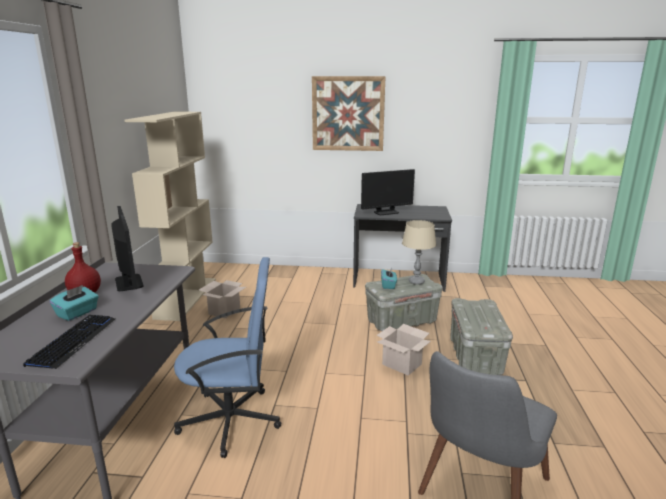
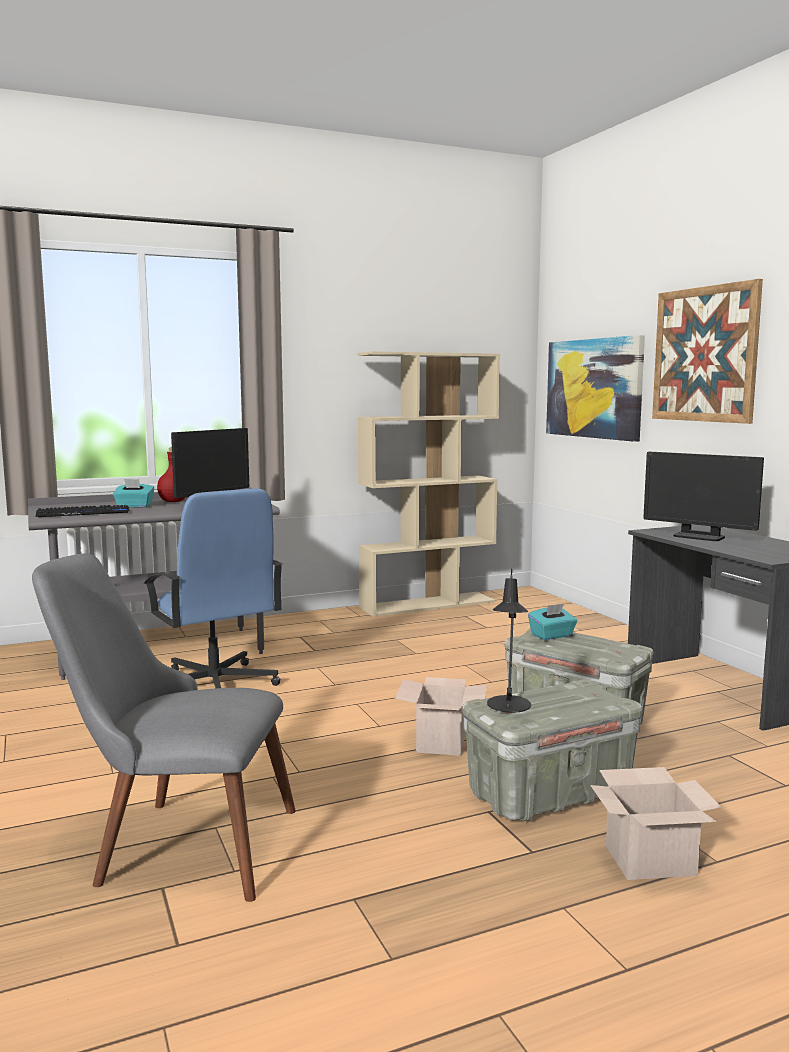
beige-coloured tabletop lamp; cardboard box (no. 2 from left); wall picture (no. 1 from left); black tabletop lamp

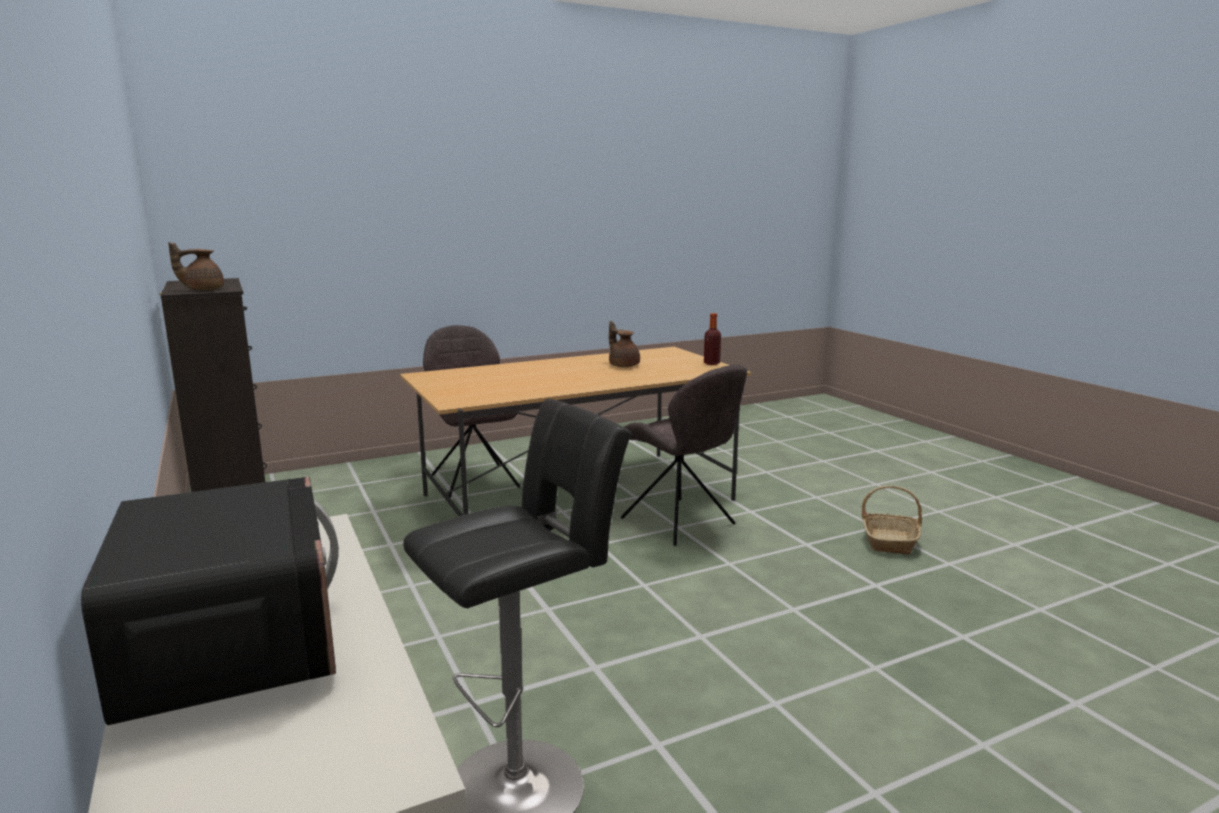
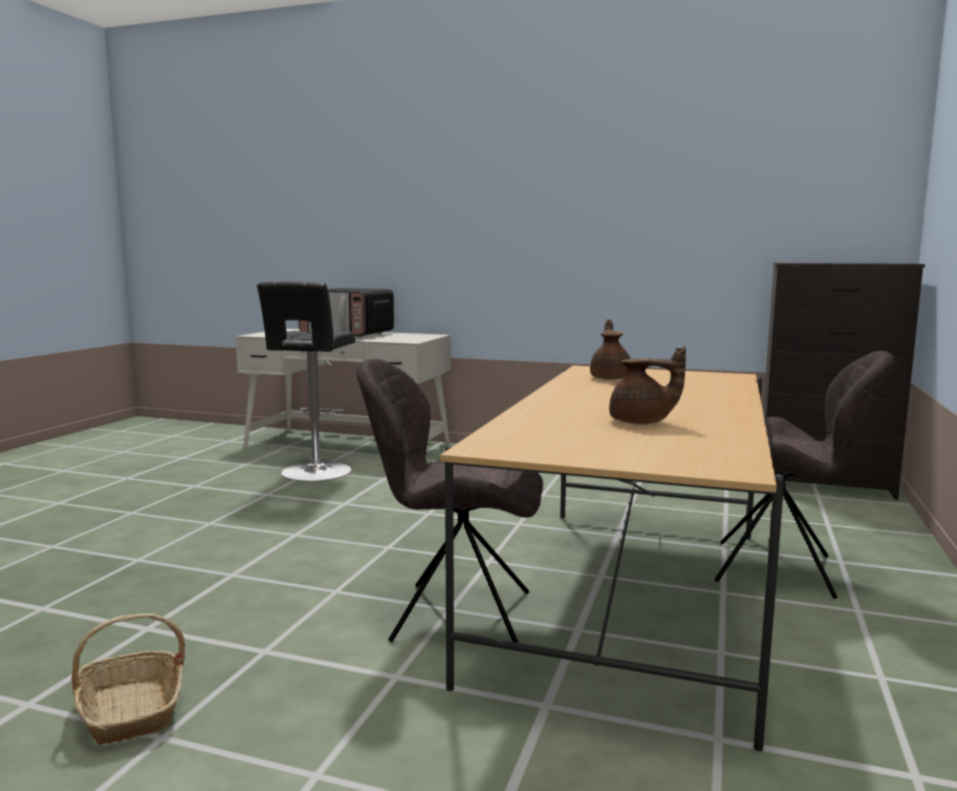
brown pot for tea (no. 1 from left); drink bottle

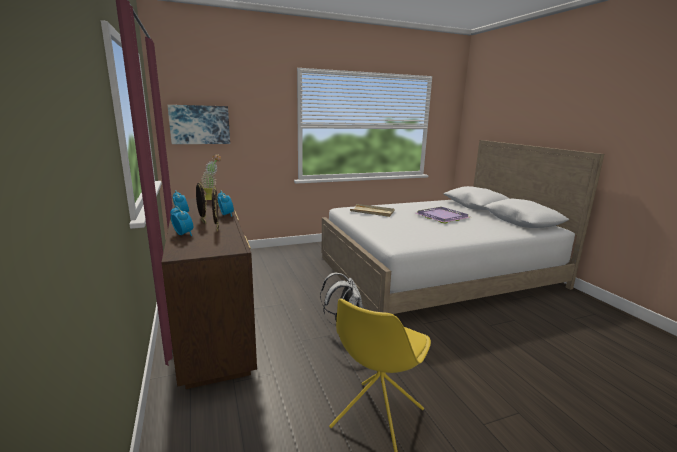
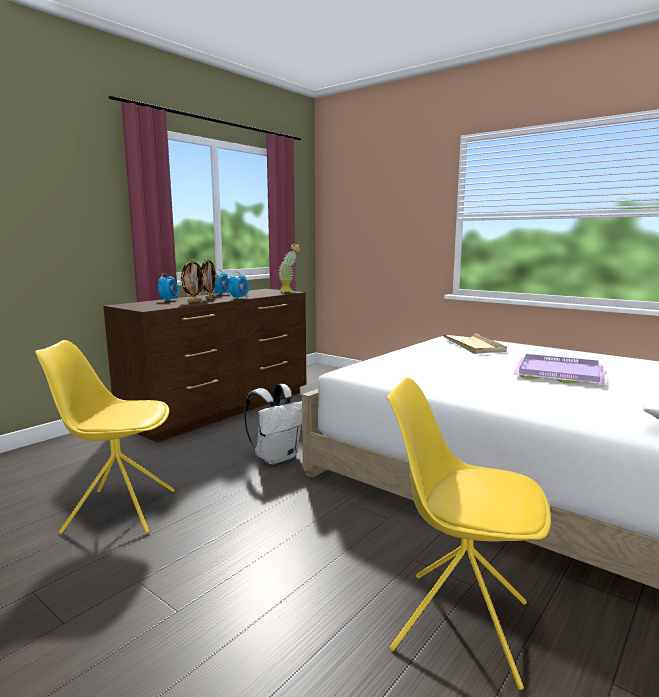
wall picture; yellow-coloured upright chair (no. 2 from left)

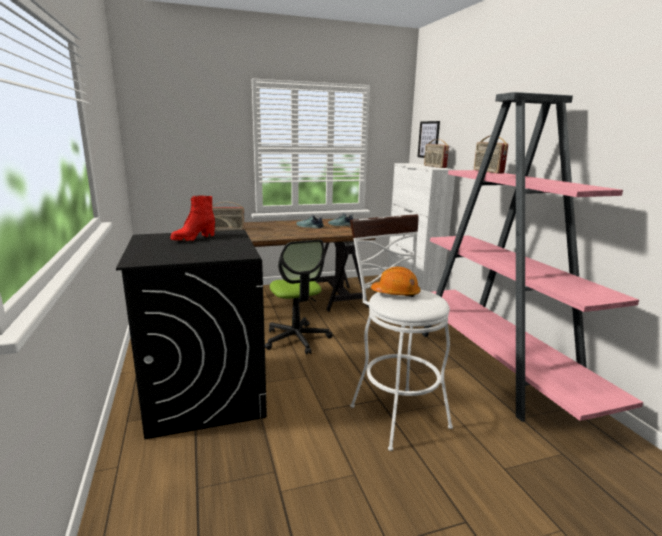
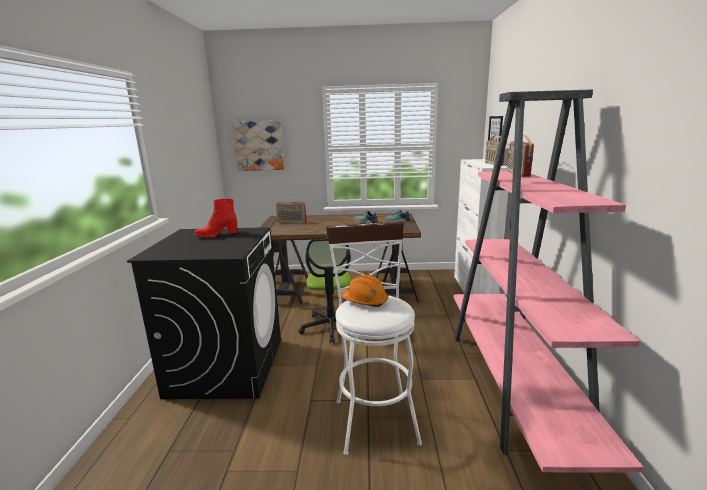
wall picture (no. 1 from left)

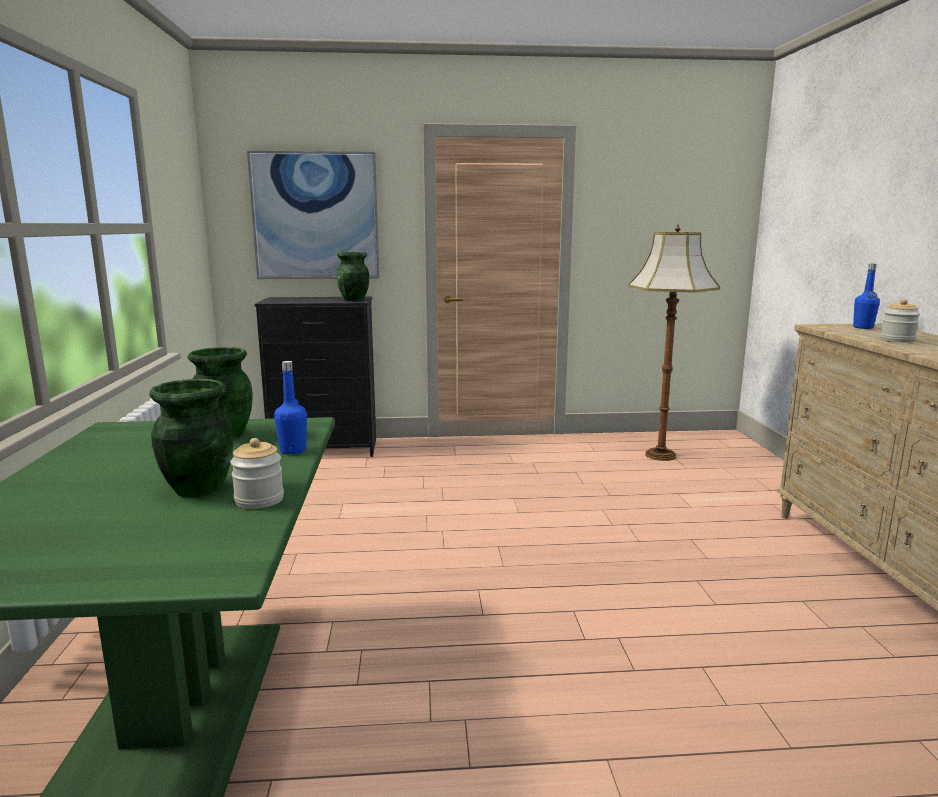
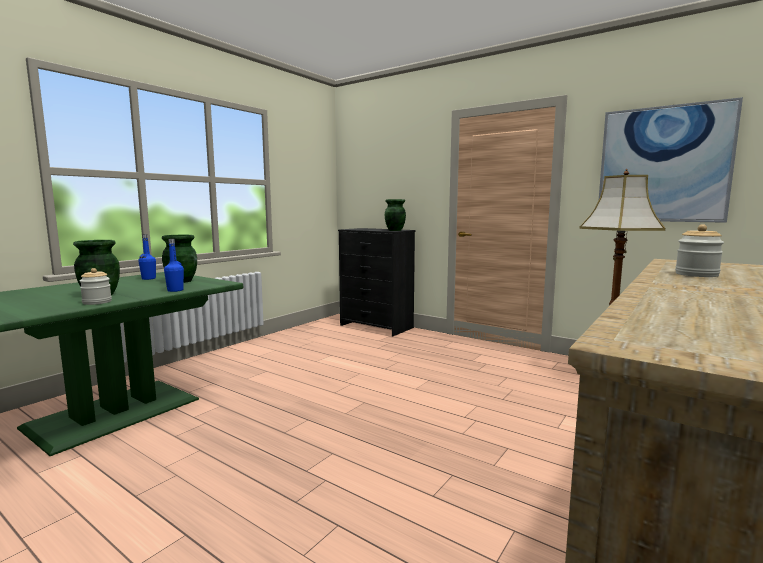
wall picture; blue drink bottle (no. 1 from left)

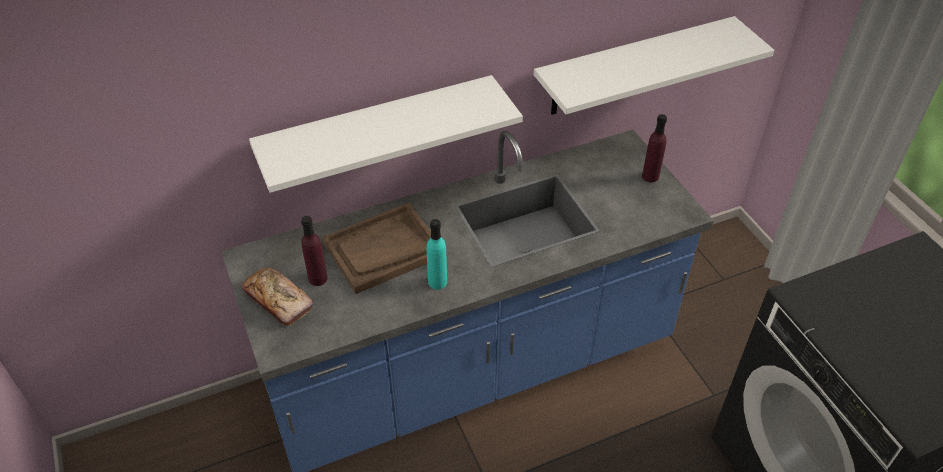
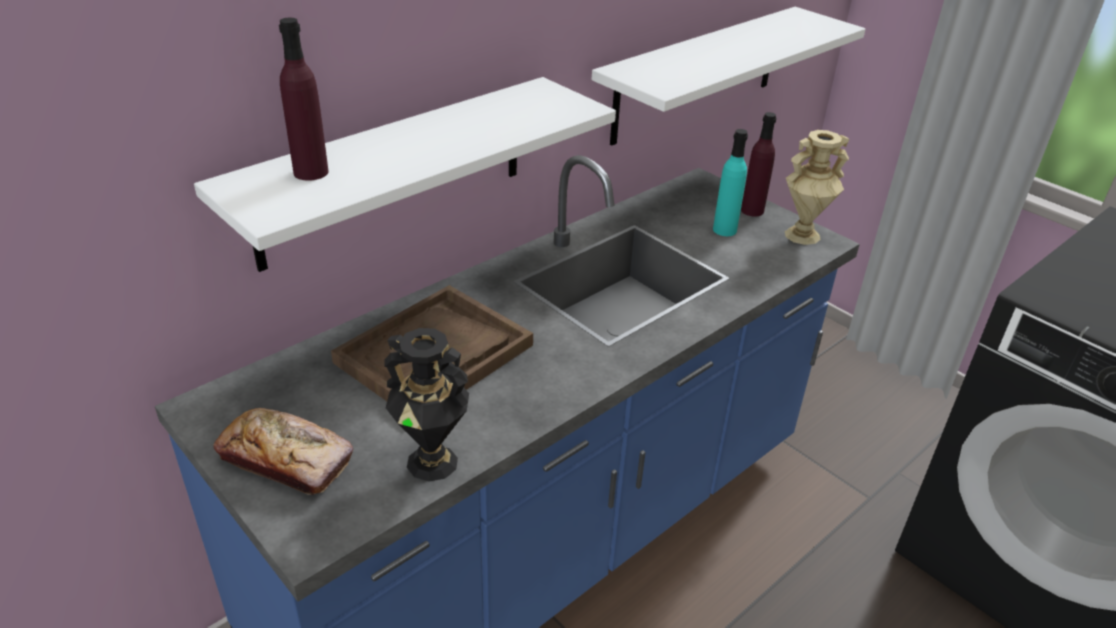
purplish drink bottle (no. 1 from left); blue-green drink bottle; beige-coloured flower vase; black flower vase

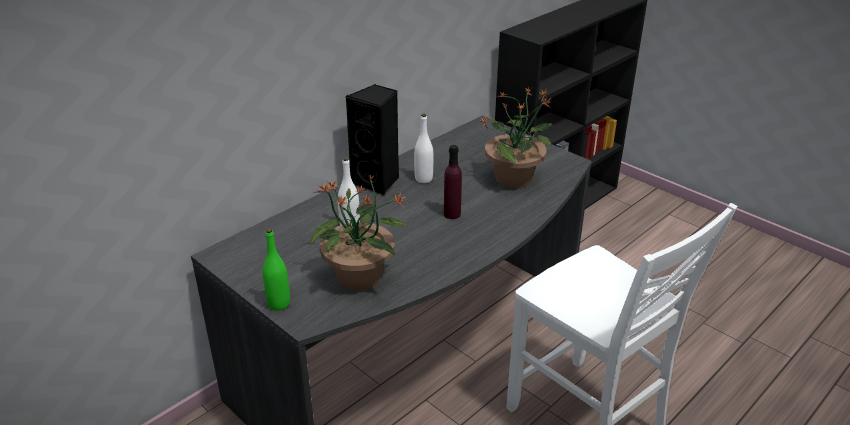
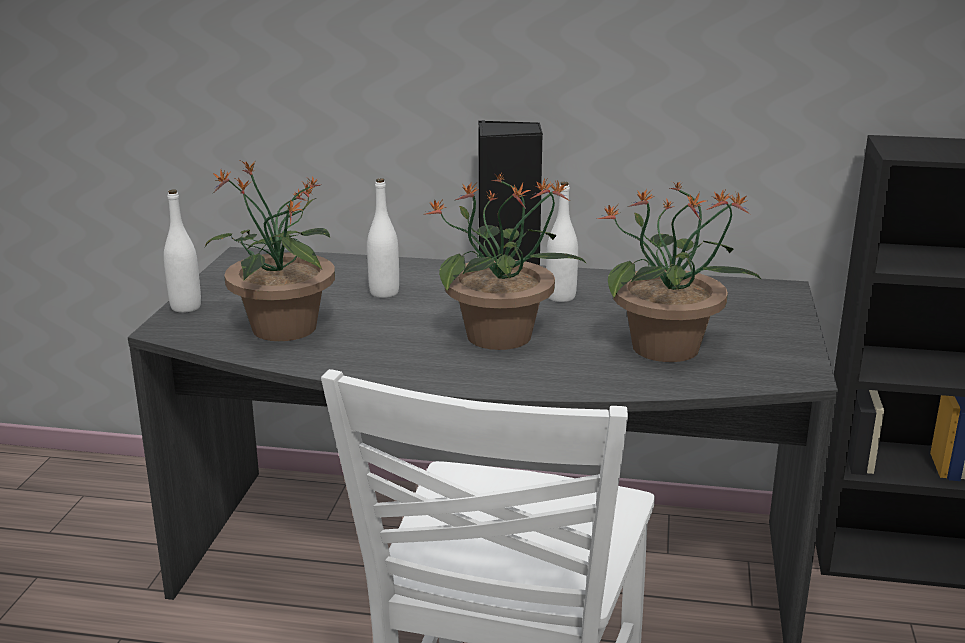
houseplant (no. 2 from left); white drink bottle (no. 1 from left)

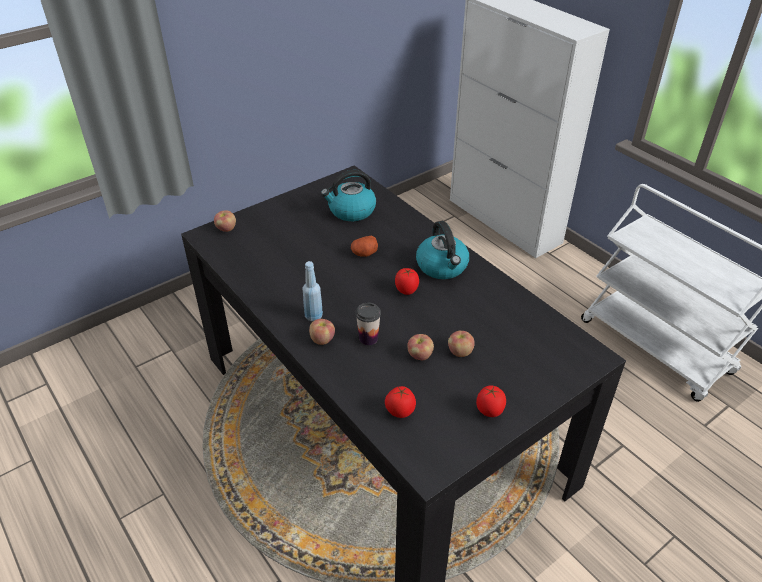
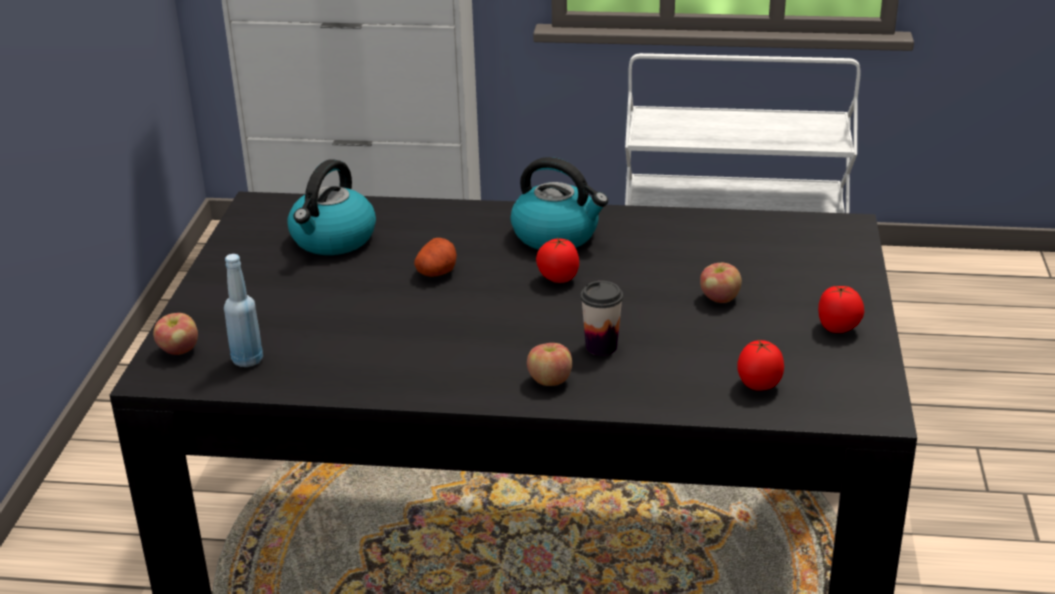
blue drink bottle; apple (no. 3 from left in the first image)

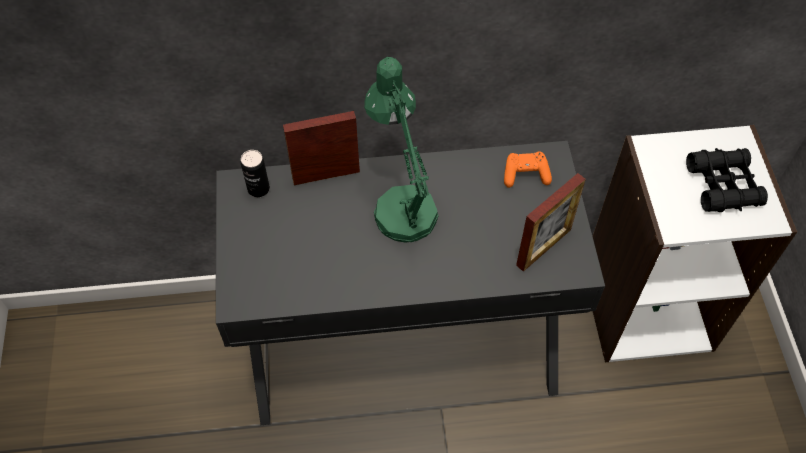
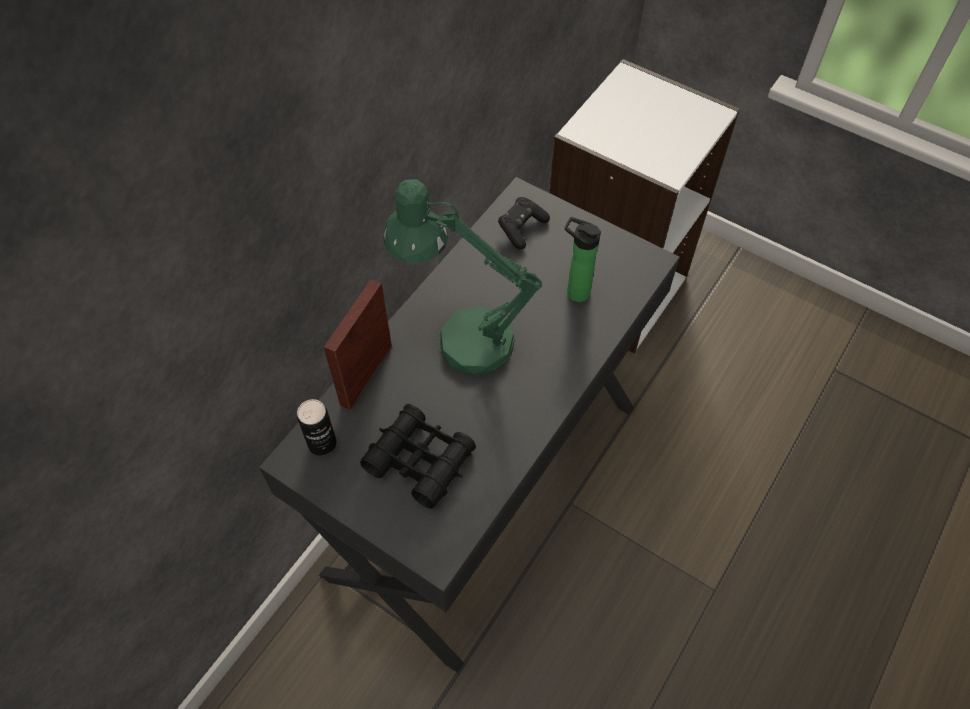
black field glasses; black joypad; standing frame (no. 2 from left in the first image); drink bottle

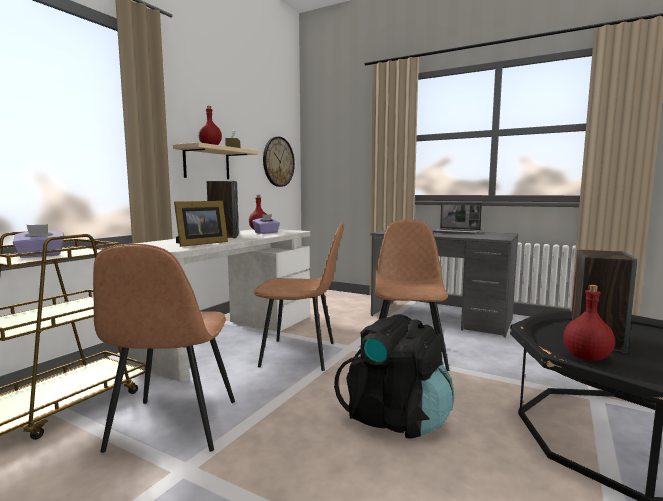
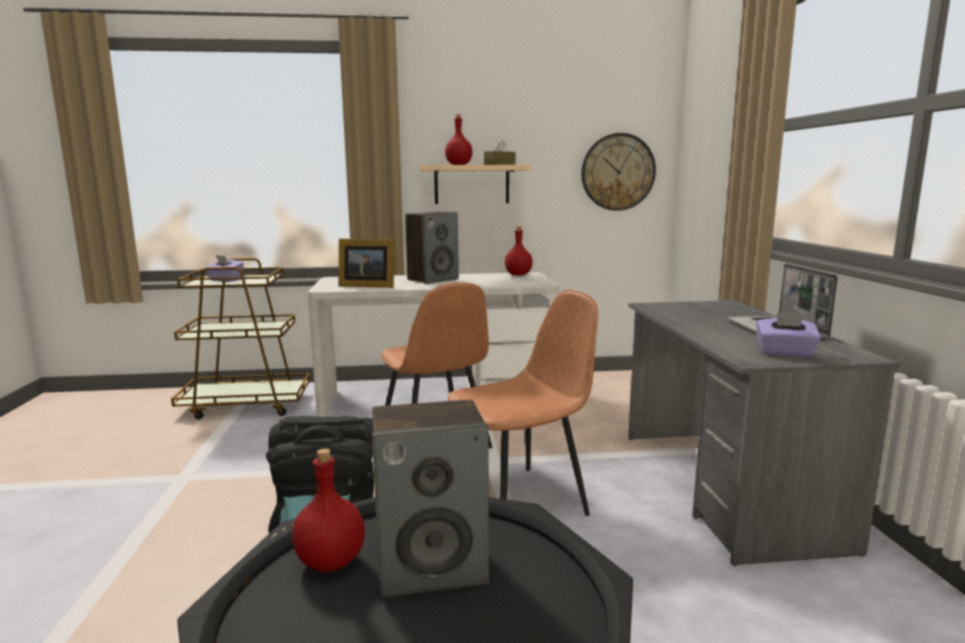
purplish box of tissues (no. 2 from left); brown upright chair (no. 1 from left in the first image)

